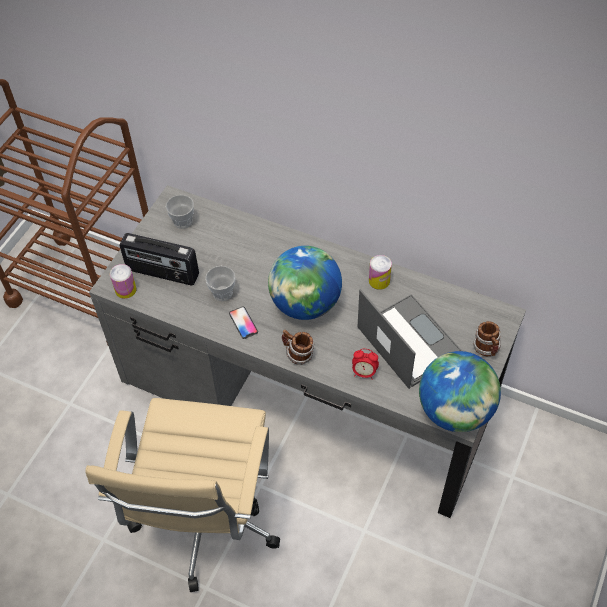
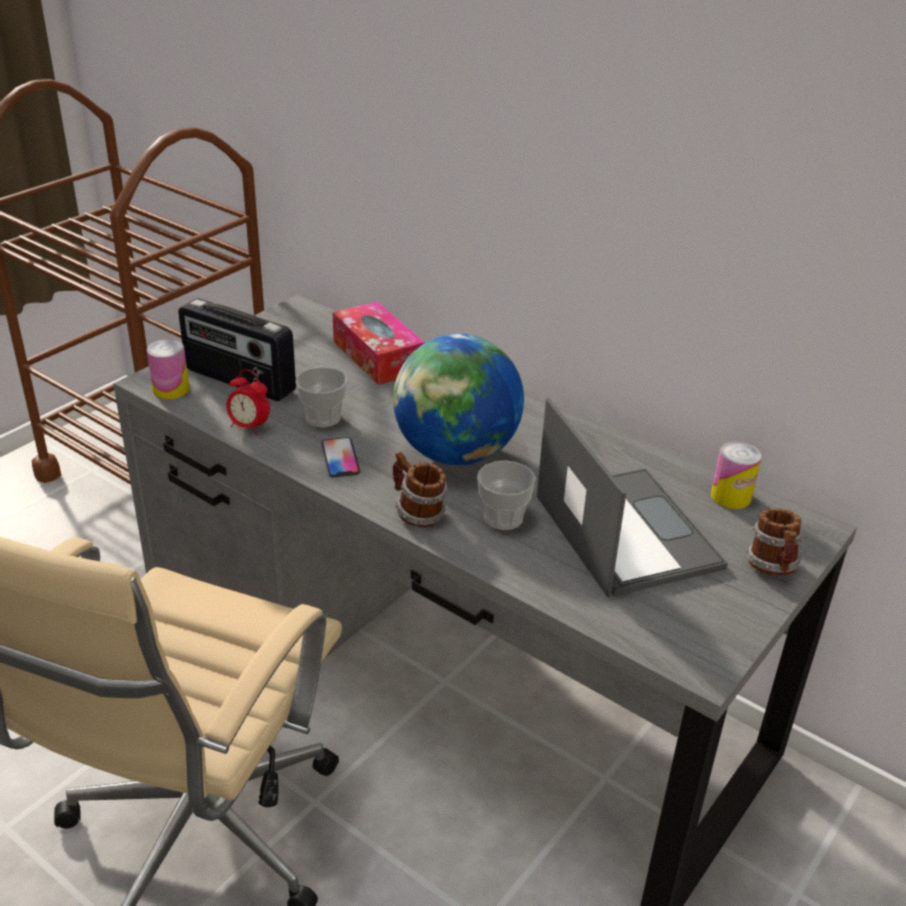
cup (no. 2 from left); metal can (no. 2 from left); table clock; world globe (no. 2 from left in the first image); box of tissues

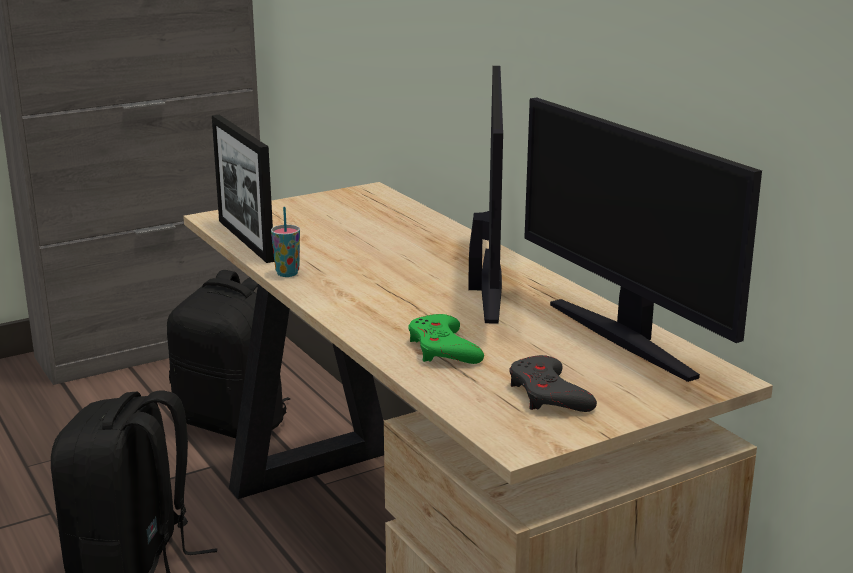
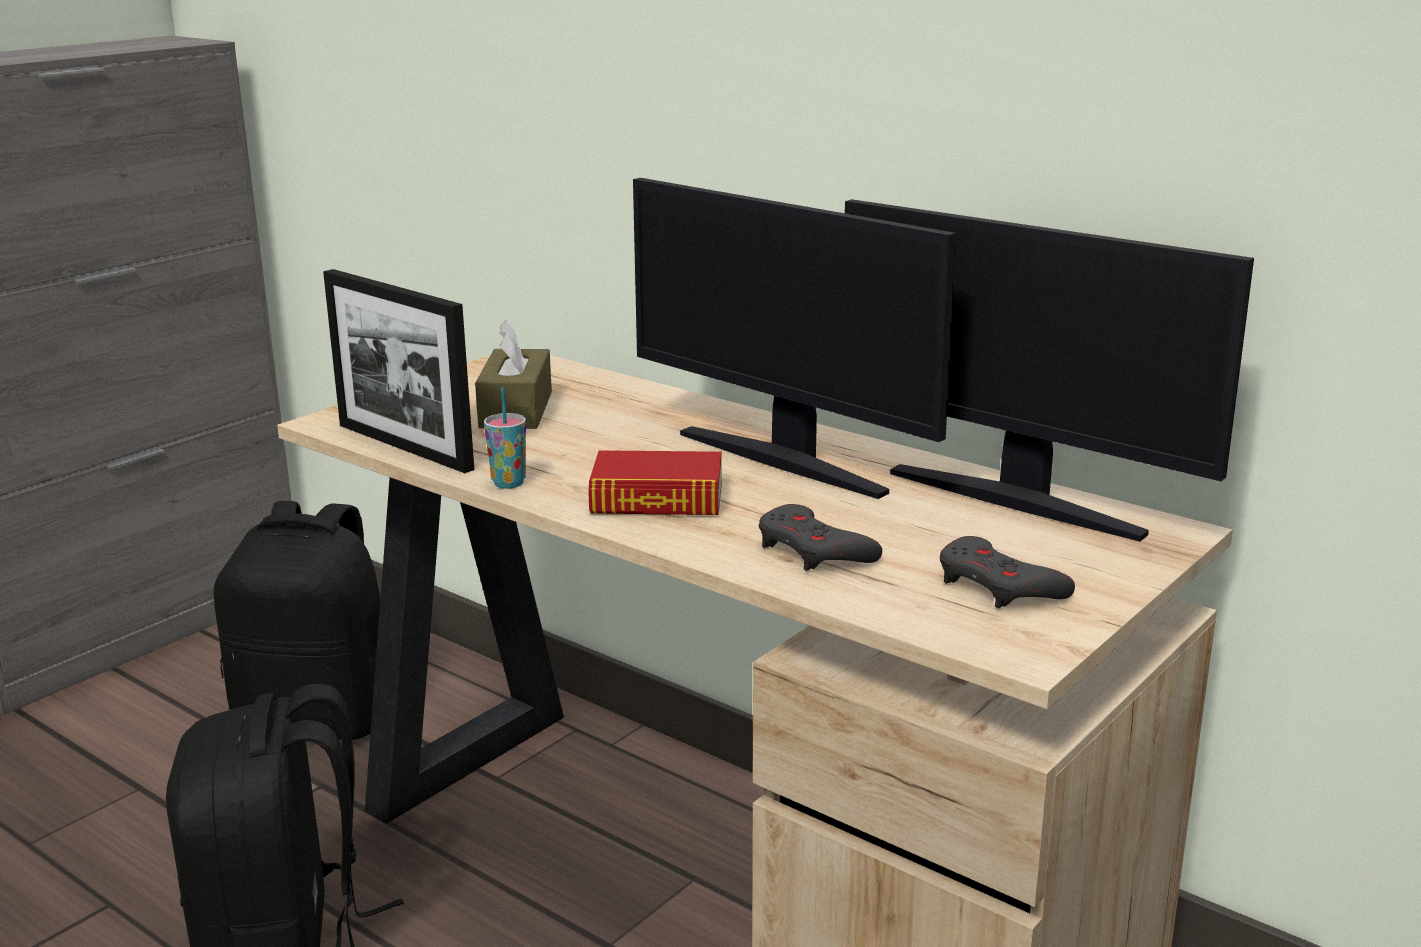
monitor (no. 1 from left); greyish joypad (no. 1 from left); brown box of tissues; bound book

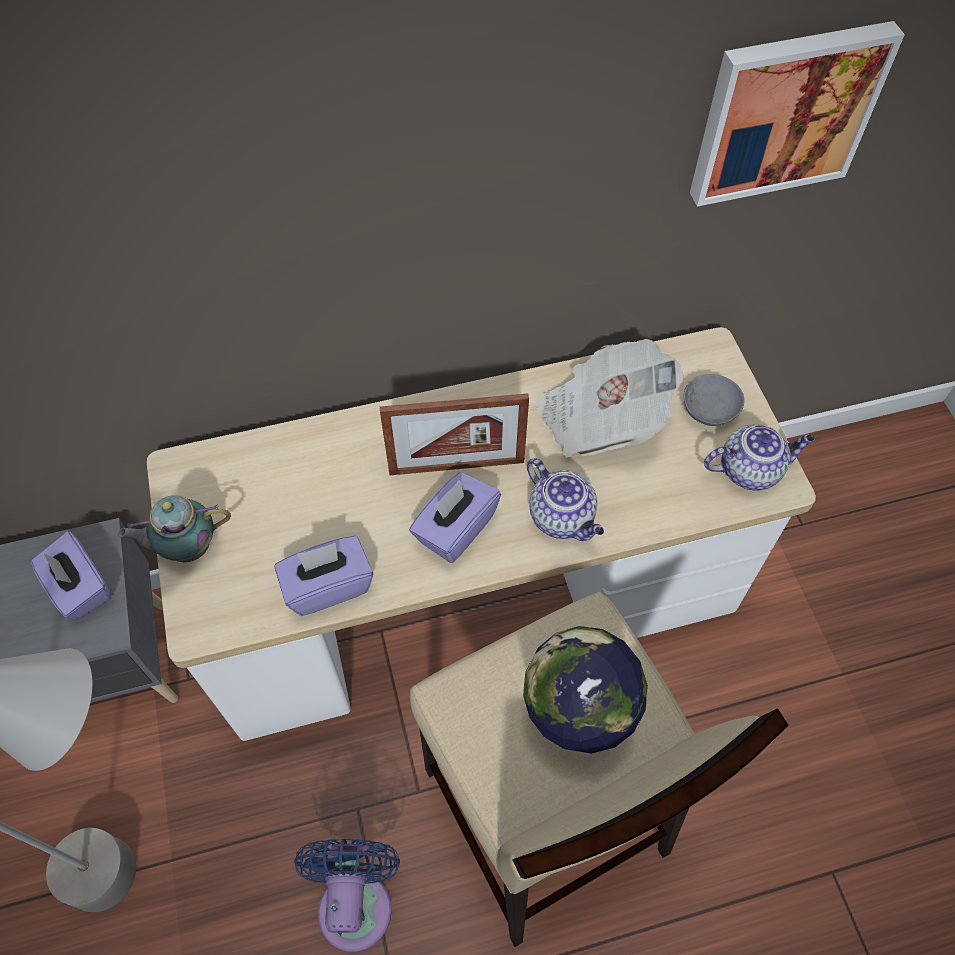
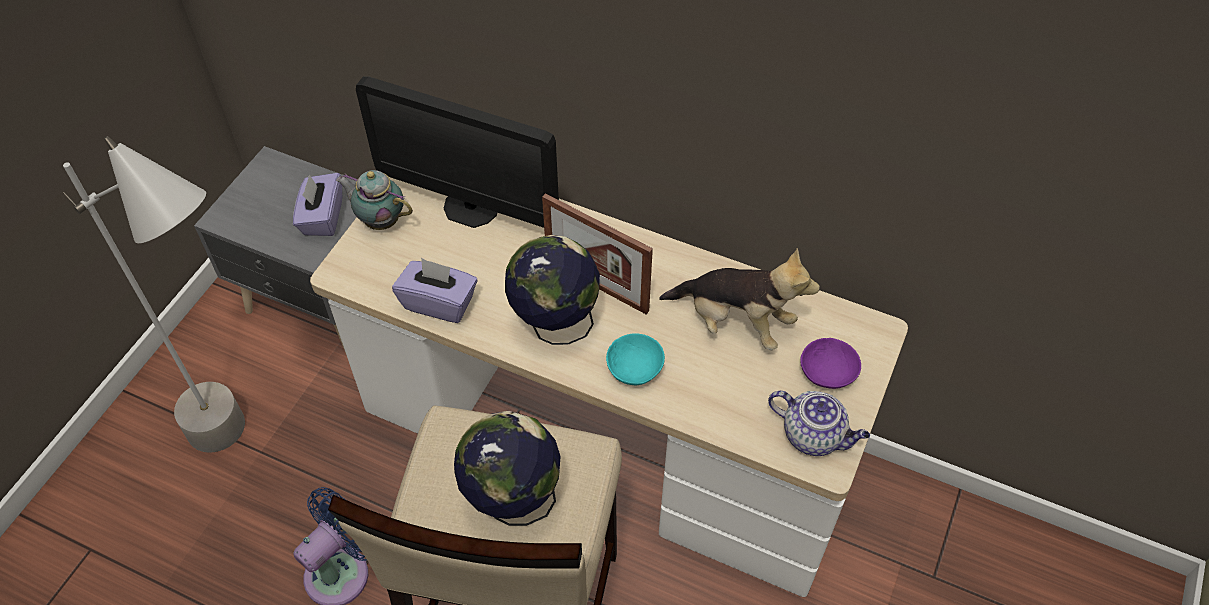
wall picture; plush toy; purplish deep dish; blue-green deep dish; world globe (no. 2 from left); monitor

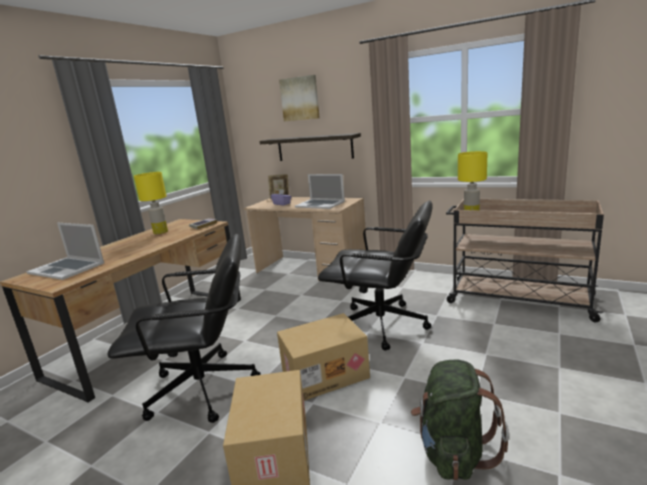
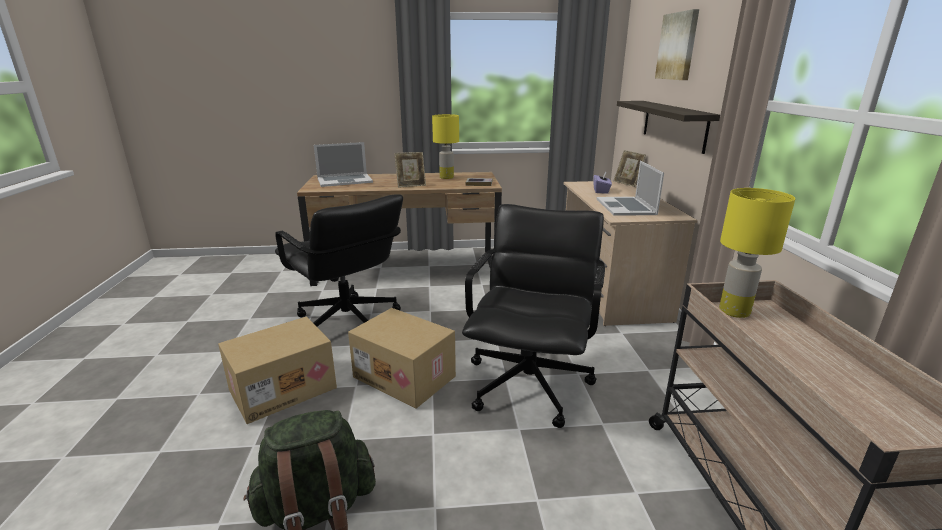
black computer chair (no. 2 from left); portable computer (no. 1 from left); standing frame (no. 1 from left)

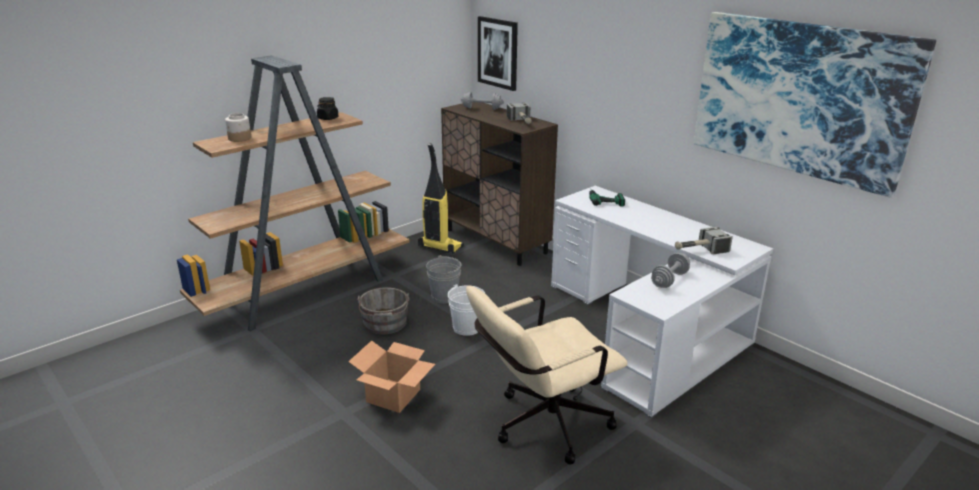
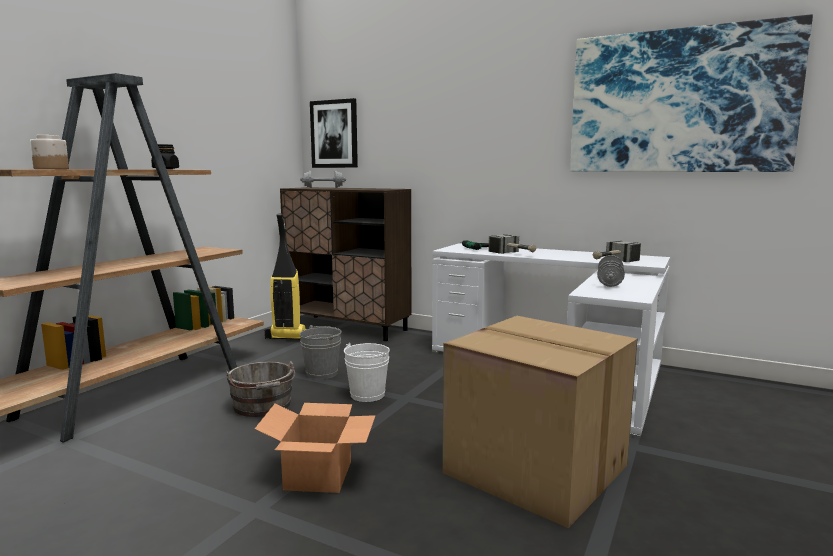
tool hammer (no. 1 from left); cardboard box (no. 2 from left)

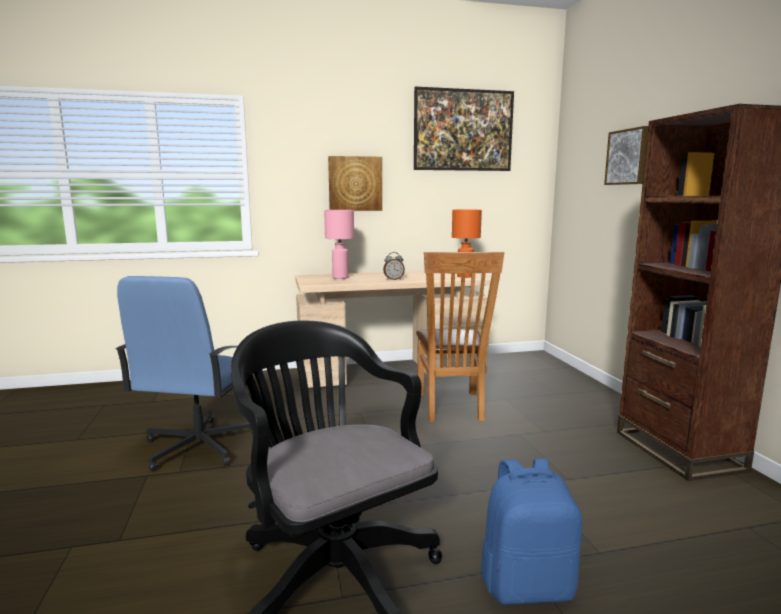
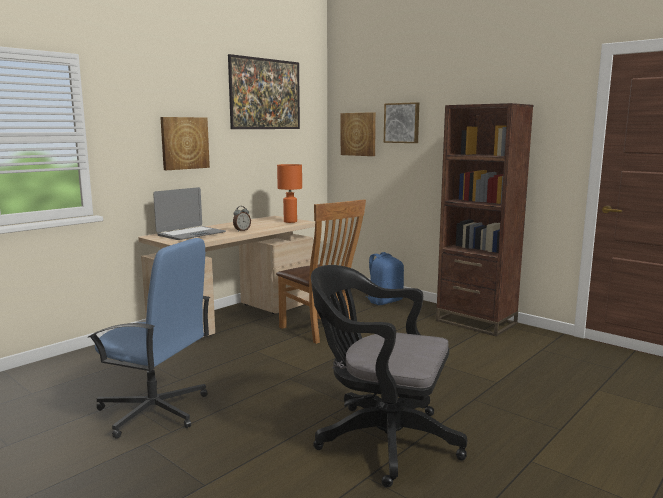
portable computer; blue computer chair; blue knapsack; wall picture (no. 3 from left)

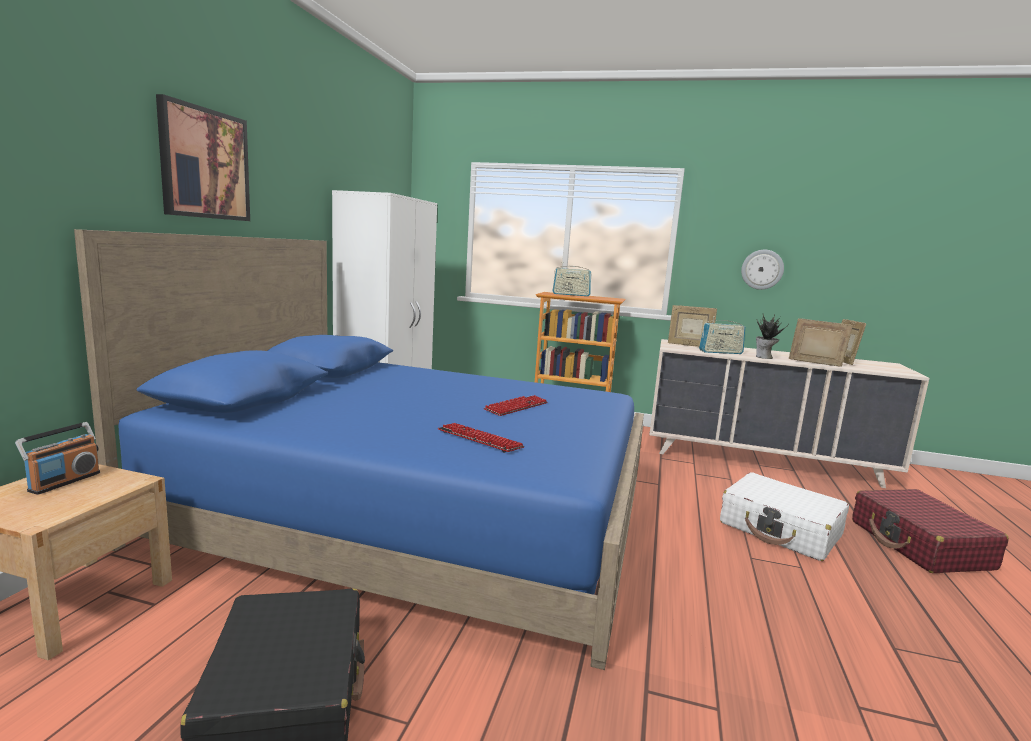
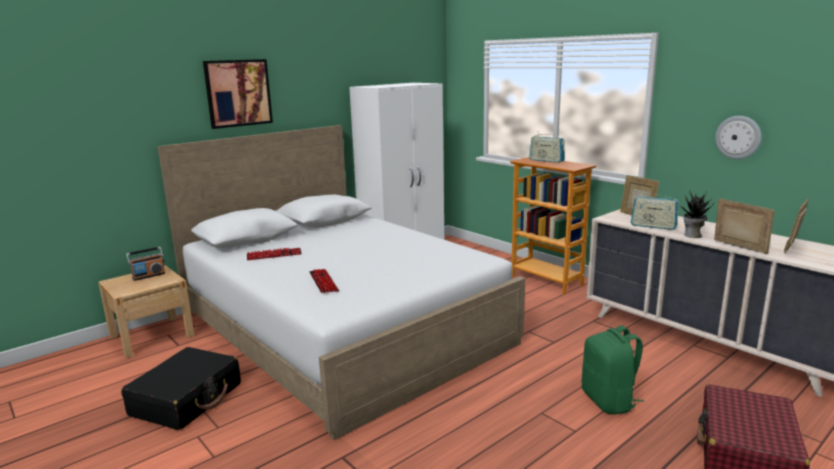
white bed; keyboard (no. 1 from left); green-coloured knapsack

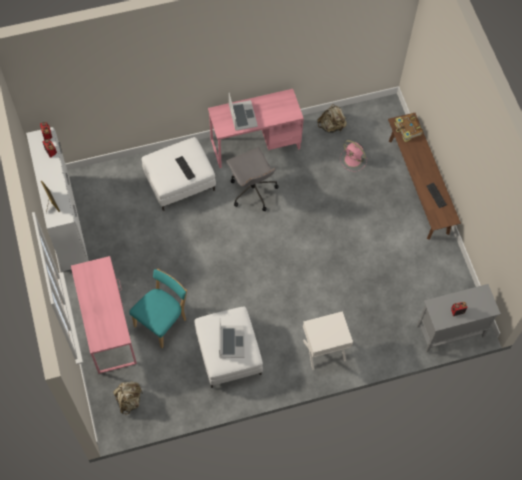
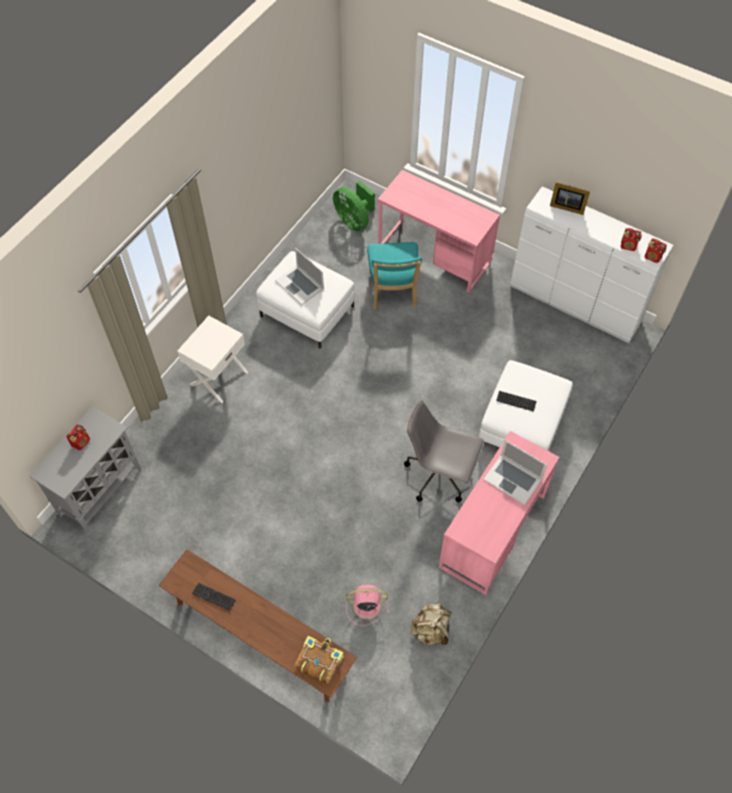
green-coloured cooling fan

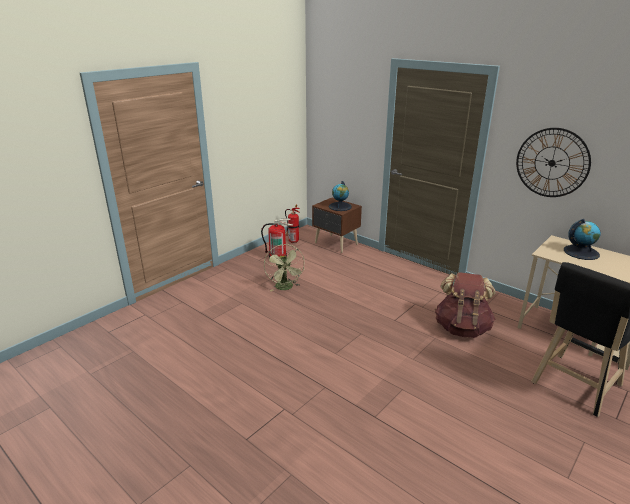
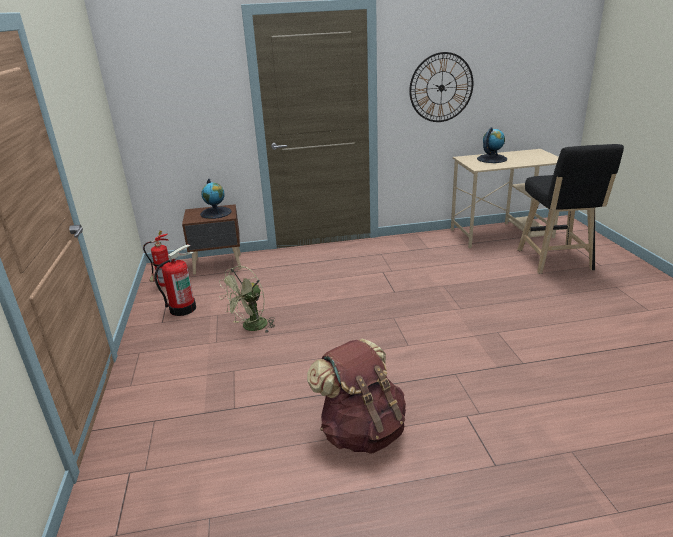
green-coloured cooling fan; brown knapsack

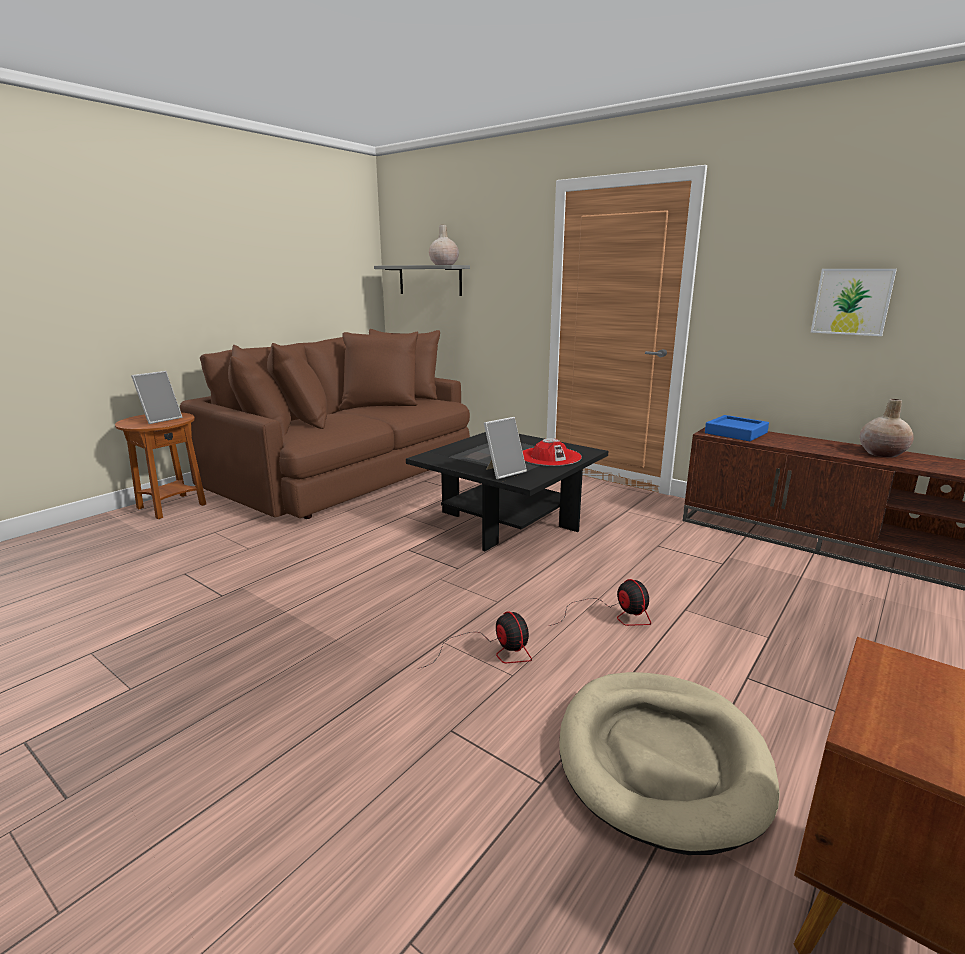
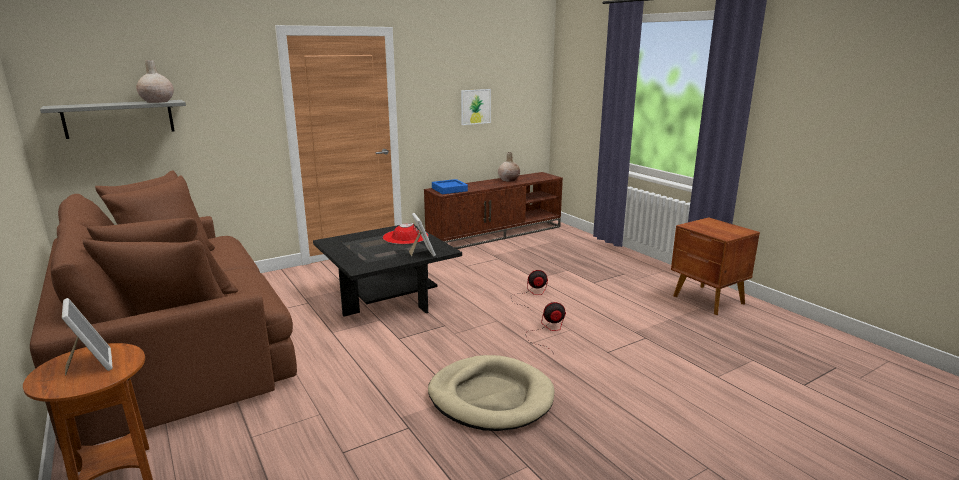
beige-coloured dog bed

